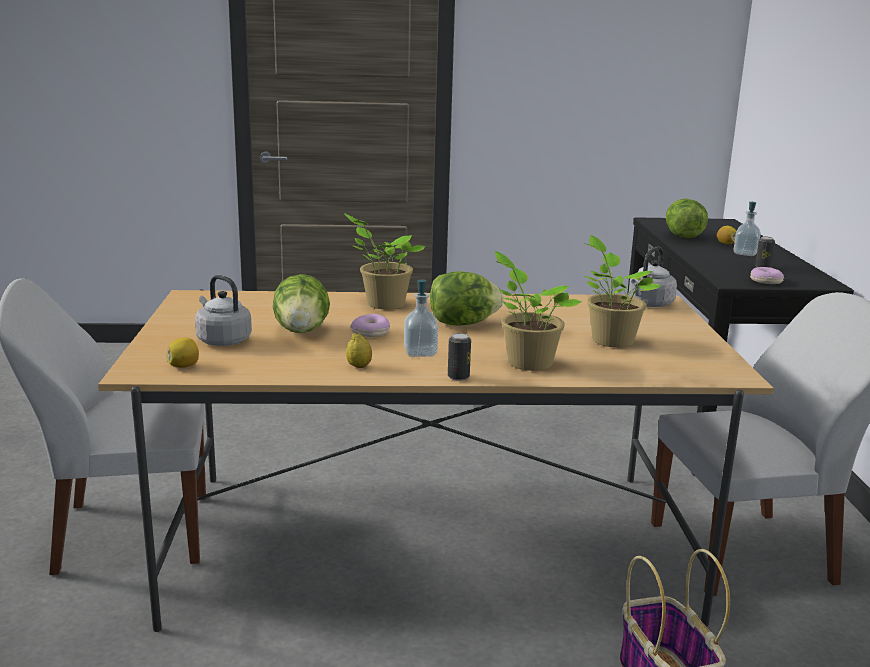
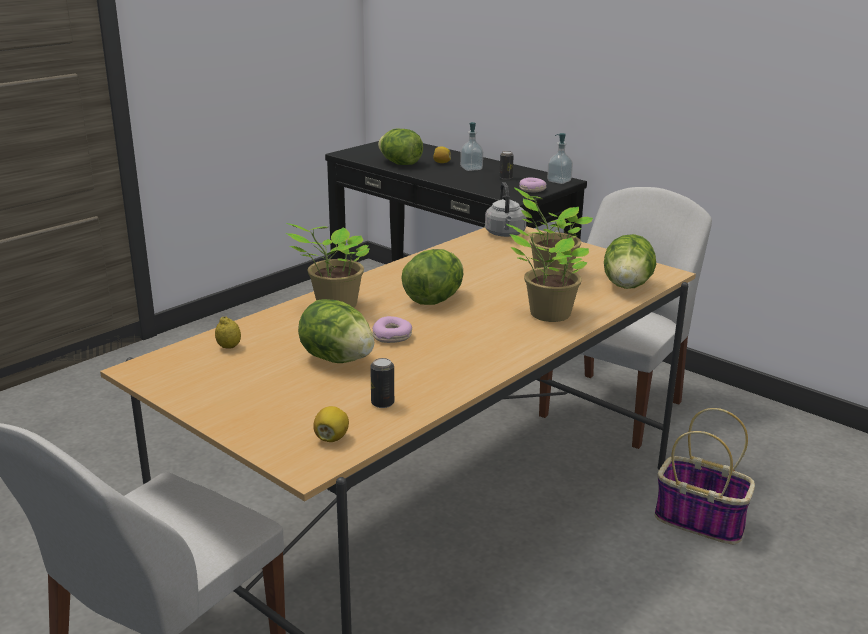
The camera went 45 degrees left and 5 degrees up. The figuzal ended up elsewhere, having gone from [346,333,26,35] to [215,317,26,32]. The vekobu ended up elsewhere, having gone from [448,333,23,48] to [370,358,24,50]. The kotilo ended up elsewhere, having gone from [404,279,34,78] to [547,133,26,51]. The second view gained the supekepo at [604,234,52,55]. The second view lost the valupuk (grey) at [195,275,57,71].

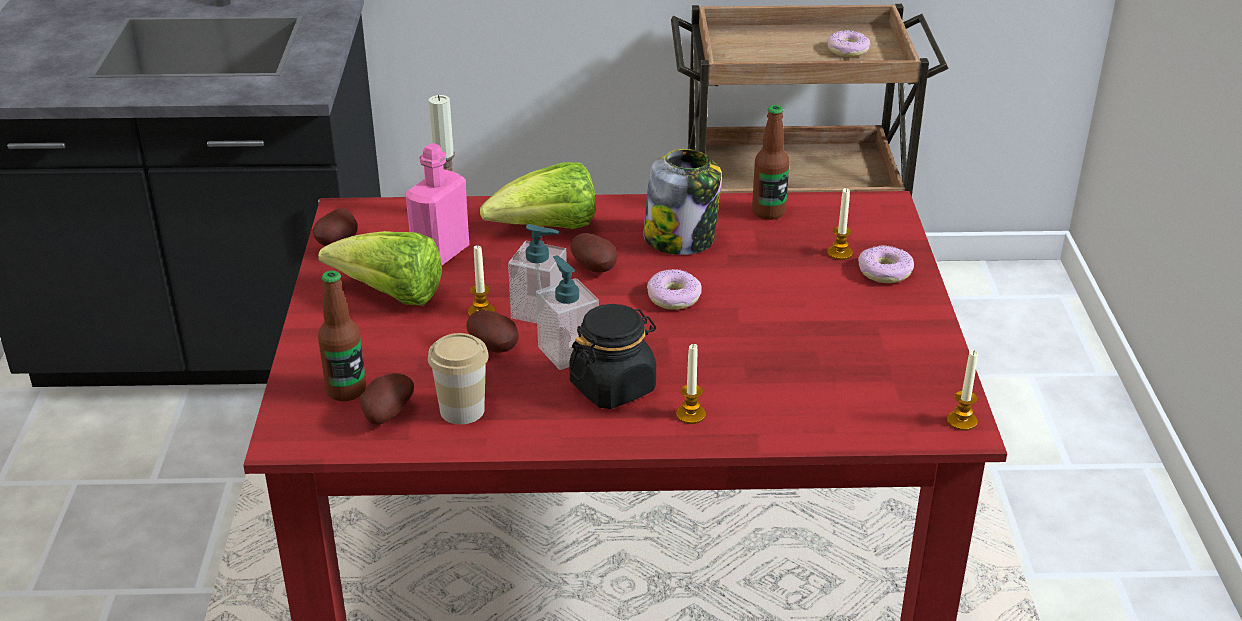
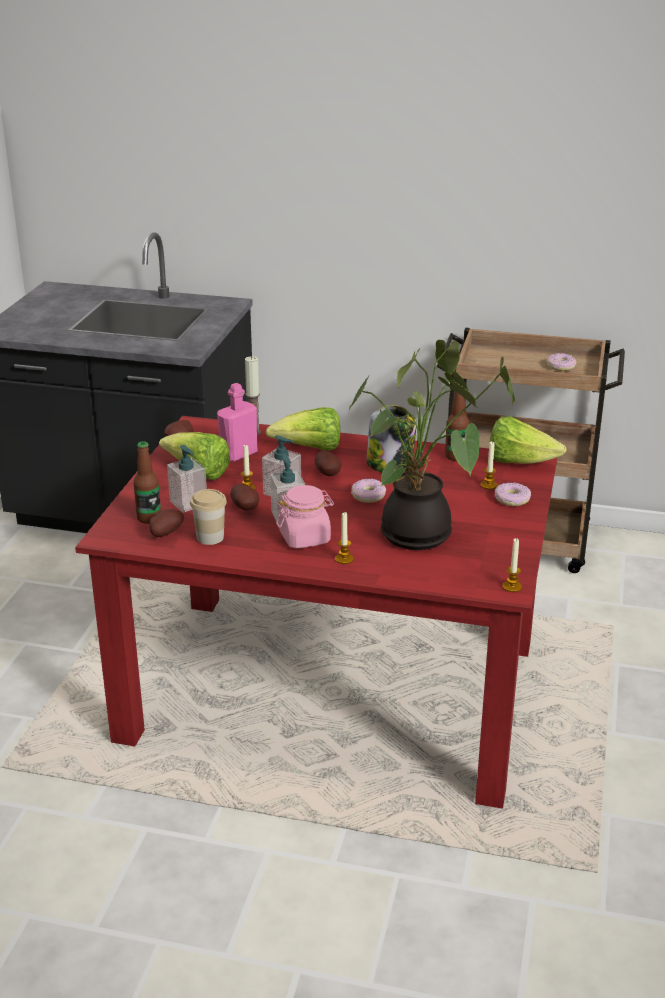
The camera went 15 degrees right and 5 degrees down. The second view gained the kotilo at [167,445,40,68]. What was the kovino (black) at [569,304,87,105] turned into the kovino (pink) at [276,485,58,64]. The second view gained the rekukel at [348,340,167,210]. The second view gained the supekepo at [490,416,77,48].

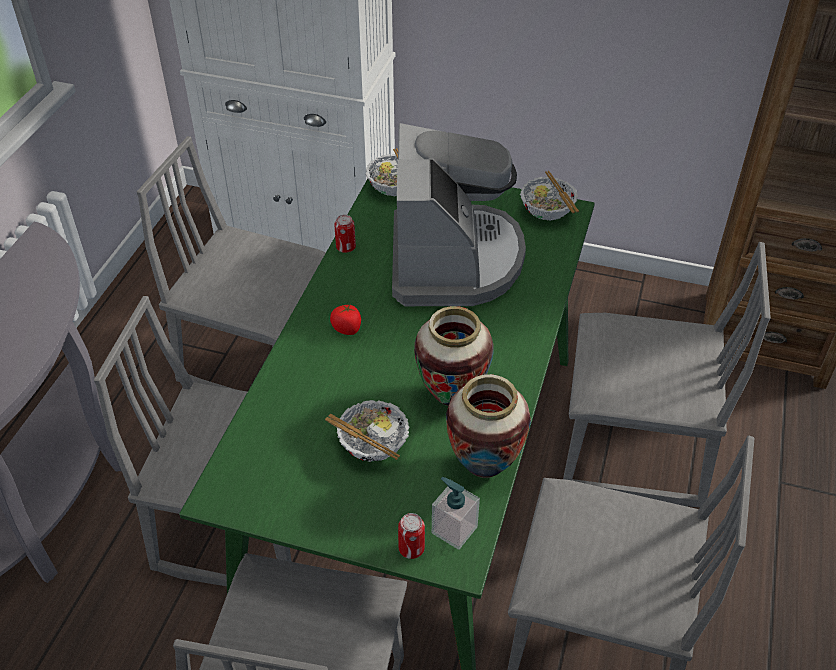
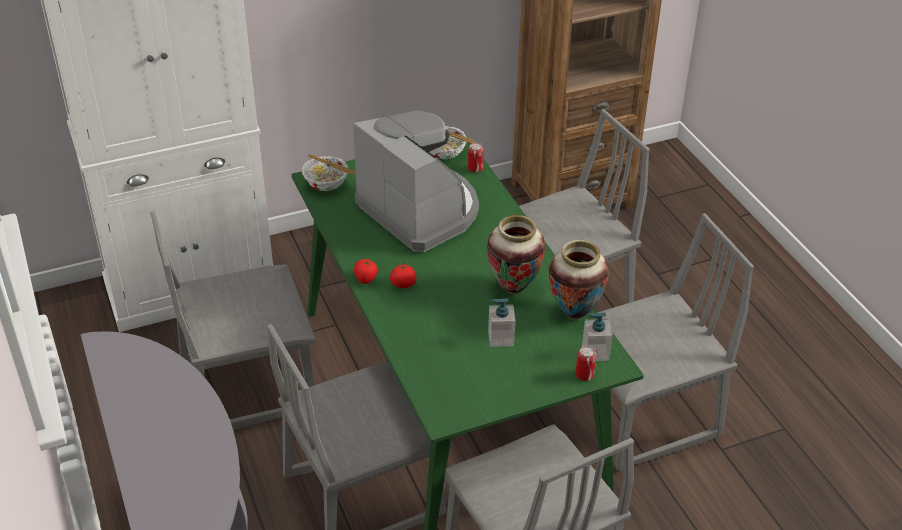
The camera went 40 degrees left and 5 degrees down. The second view gained the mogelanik at [354,259,23,25]. The vekobu ended up elsewhere, having gone from [334,215,22,38] to [468,143,16,29]. Where the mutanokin stood at [325,400,84,62], the kotilo came to stand at [488,298,27,49].

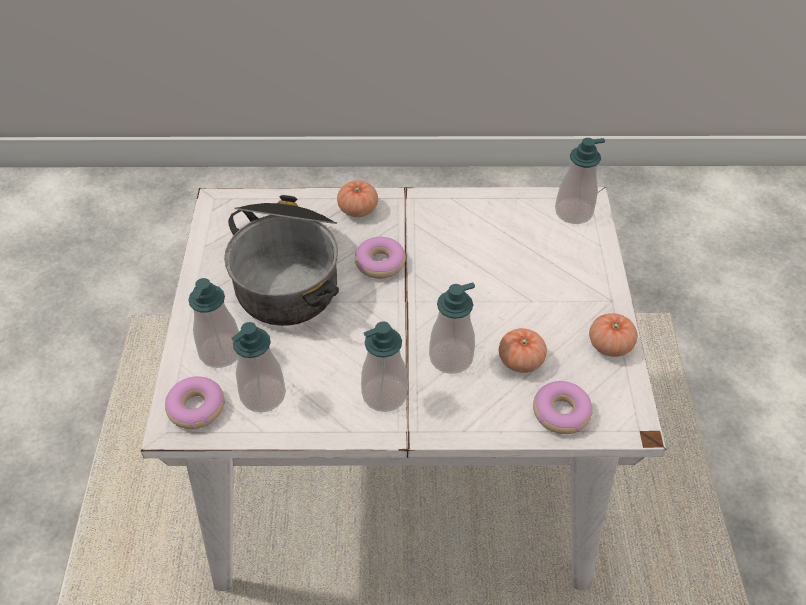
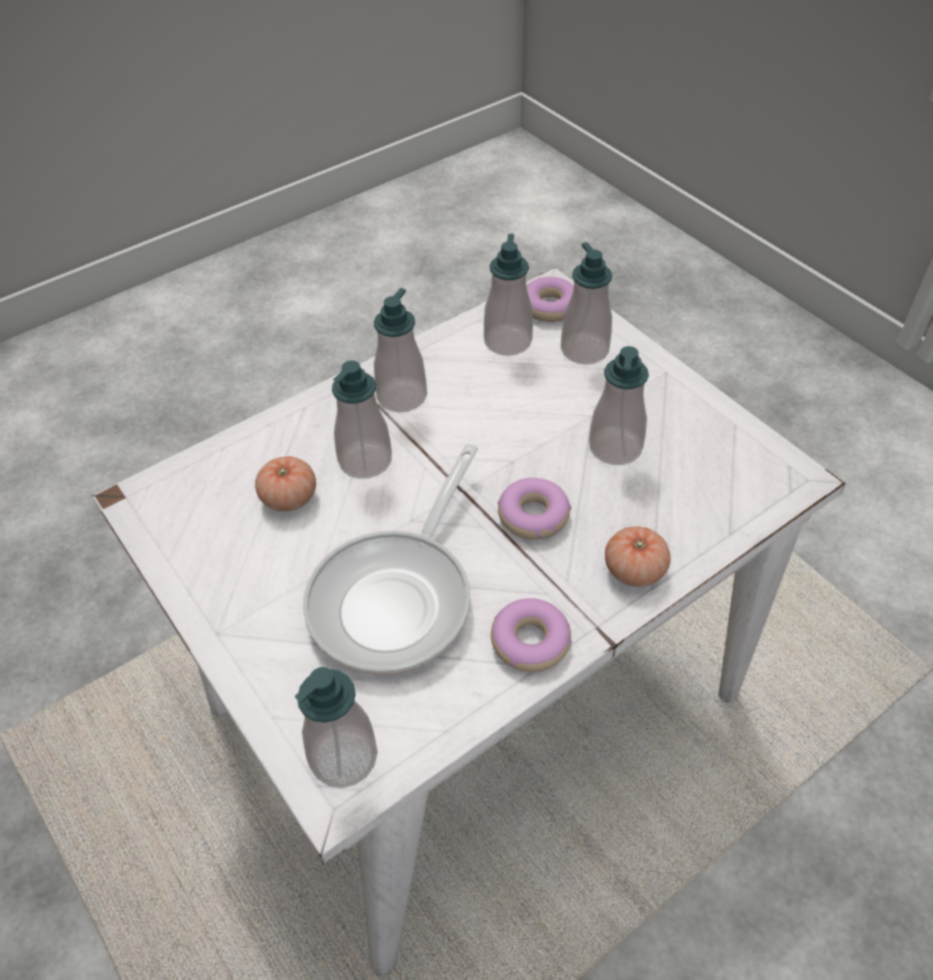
The camera went 145 degrees right and 0 degrees up. The second view gained the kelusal at [303,444,175,231]. The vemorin ended up elsewhere, having gone from [533,381,60,53] to [491,598,81,74]. Where the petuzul stood at [224,195,115,131], the kotilo came to stand at [589,346,60,119]. The second view lost the mogelanik at [589,313,49,44].

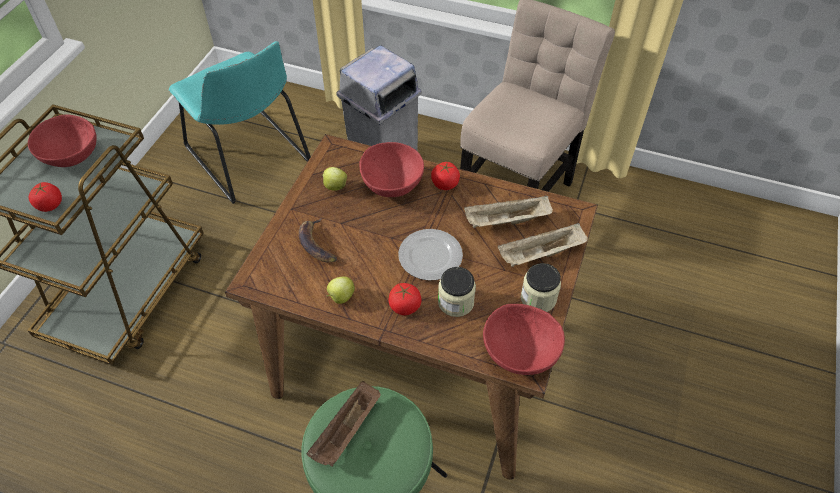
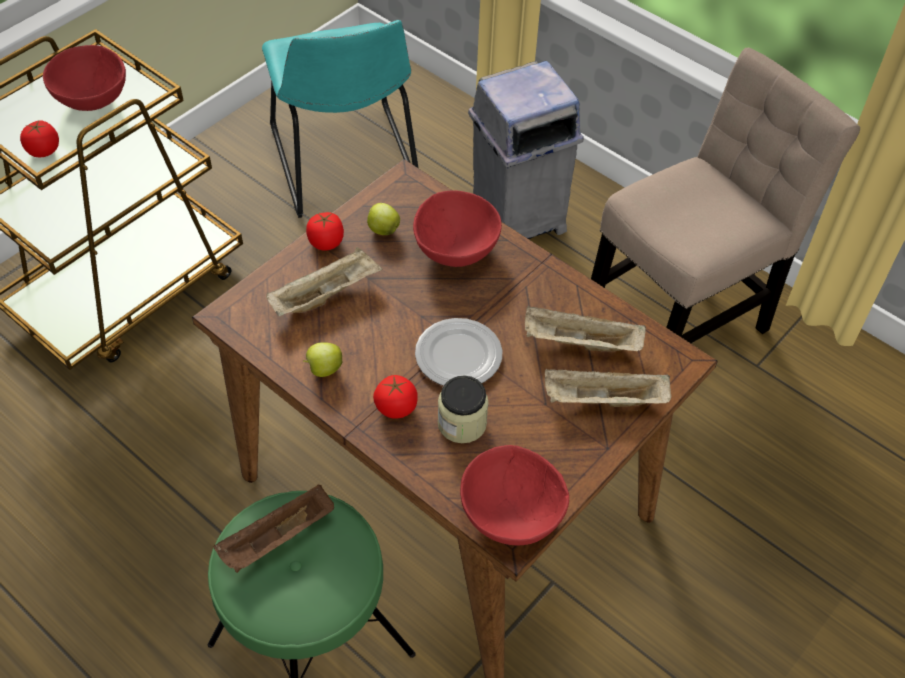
The camera went 20 degrees right and 0 degrees up. Where the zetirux stood at [299,219,38,43], the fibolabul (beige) came to stand at [266,247,116,69]. The mogelanik ended up elsewhere, having gone from [431,162,29,28] to [306,212,38,39]. The second view lost the kovino at [521,263,40,49].

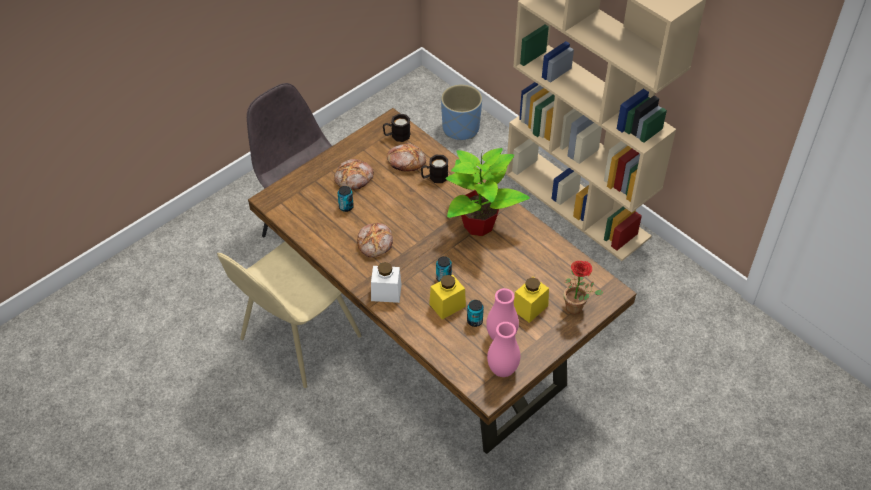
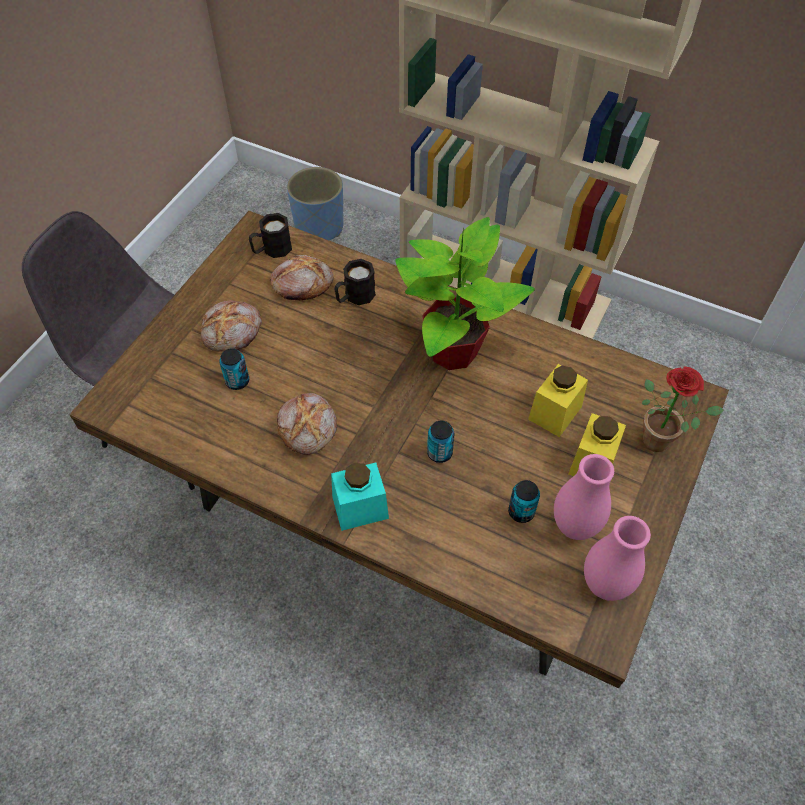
The camera went 20 degrees left and 5 degrees up. What was the kovino (white) at [371,262,31,41] turned into the kovino (turquoise) at [331,463,58,68]. The kovino (yellow) ended up elsewhere, having gone from [429,275,37,45] to [528,364,60,73]. The second view lost the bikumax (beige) at [217,241,144,147].

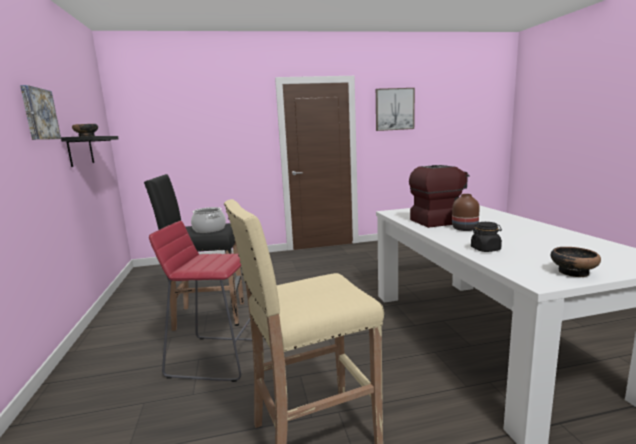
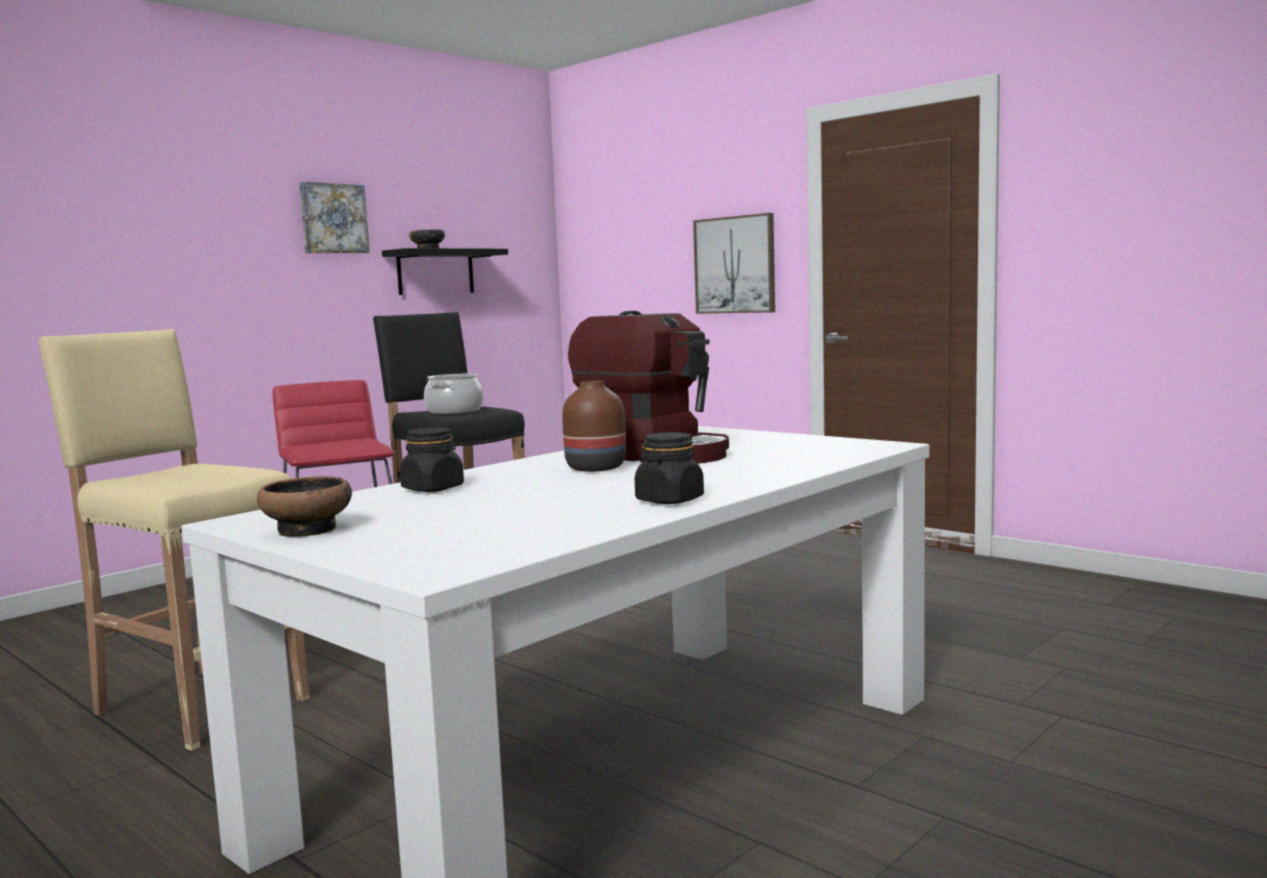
The camera went 55 degrees right and 5 degrees down. The second view gained the kovino (black) at [635,432,69,72]. The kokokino ended up elsewhere, having gone from [376,88,39,43] to [693,213,82,101].

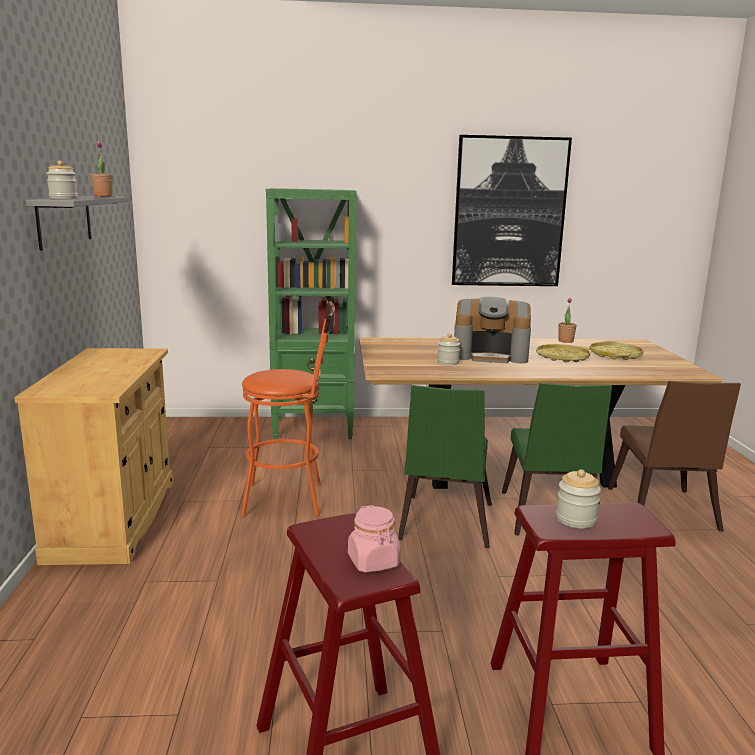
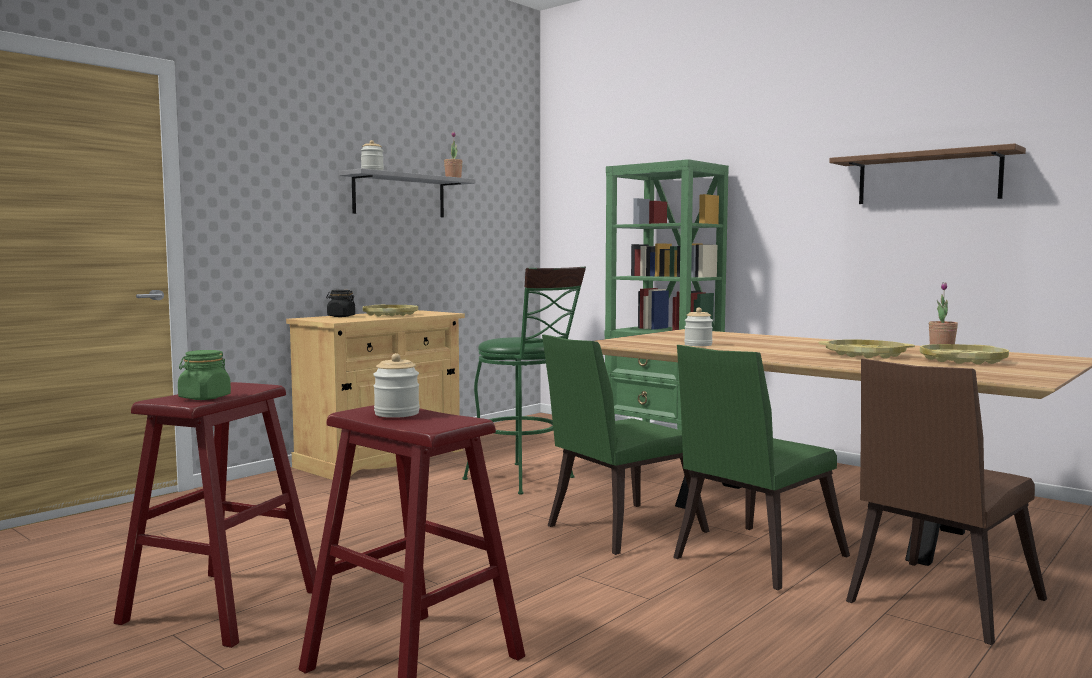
The camera went 45 degrees right and 10 degrees down. What was the kovino (pink) at [348,505,53,68] turned into the kovino (green) at [178,350,53,50]. The second view gained the kovino (black) at [326,290,29,27]. The second view gained the fibolabul (yellow) at [363,305,55,11]. What was the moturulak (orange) at [241,301,94,216] turned into the moturulak (green) at [463,267,123,228]. Where the kokokino hung at [452,135,120,151], the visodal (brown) came to hang at [829,144,197,60]. The second view lost the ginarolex at [454,297,77,67].

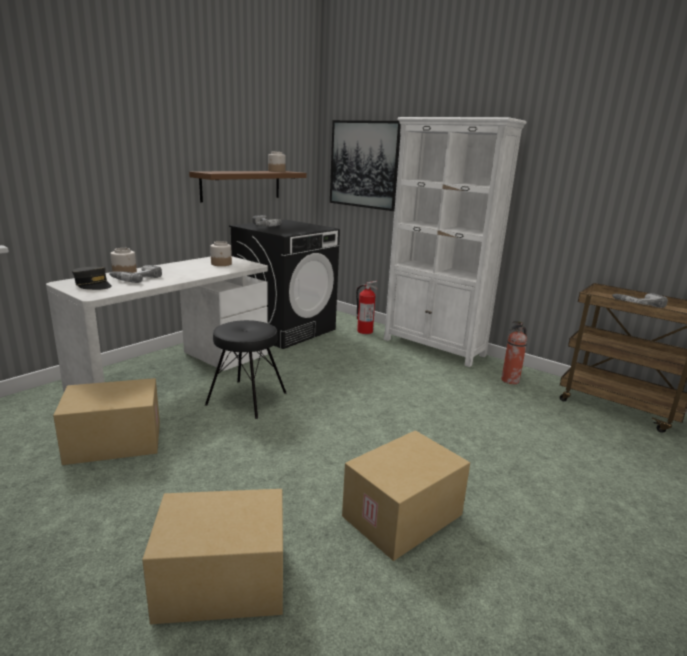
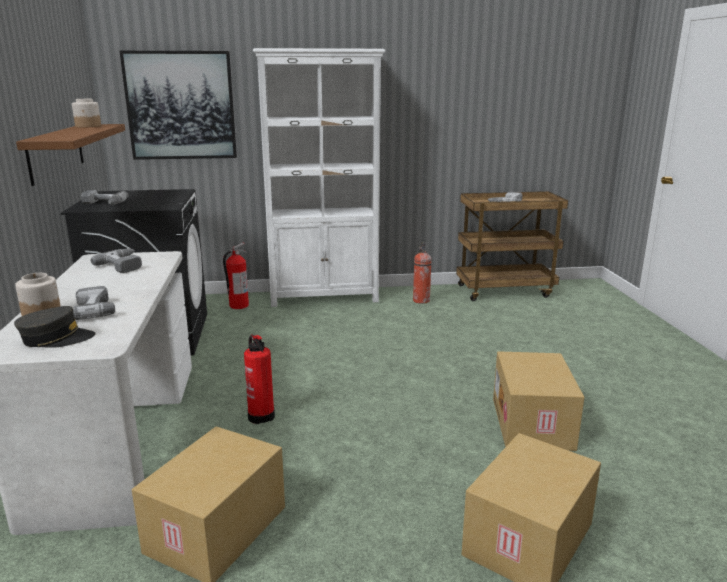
The camera went 45 degrees left and 0 degrees up. Where the kovino stood at [210,241,22,25], the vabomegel came to stand at [91,248,51,25]. Where the moturulak (black) stood at [205,320,82,99], the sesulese came to stand at [244,334,31,90].

